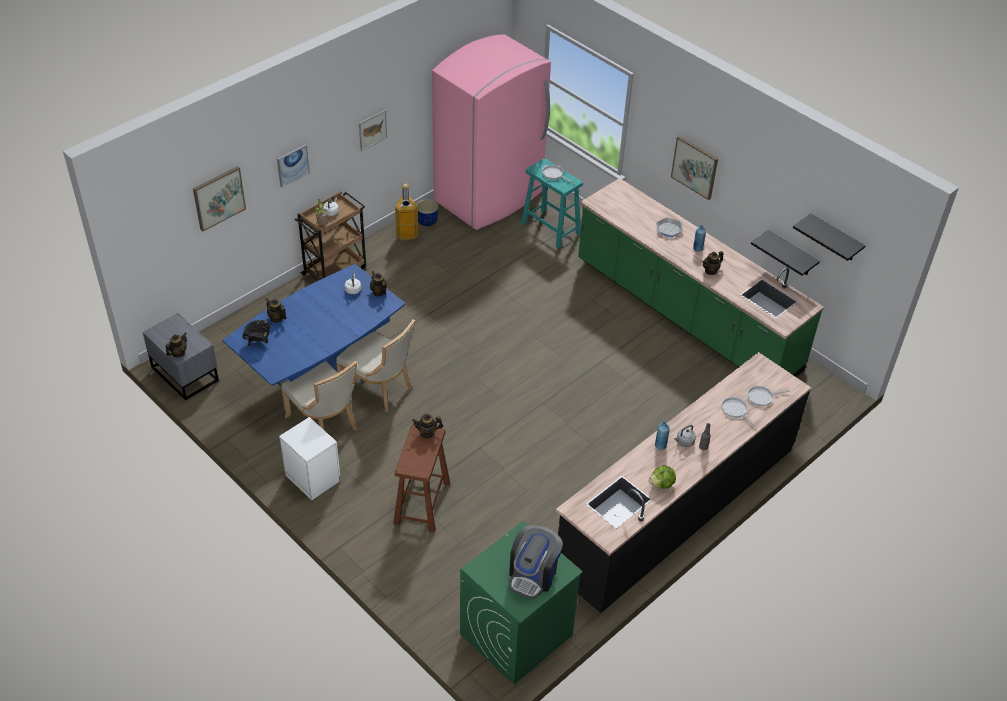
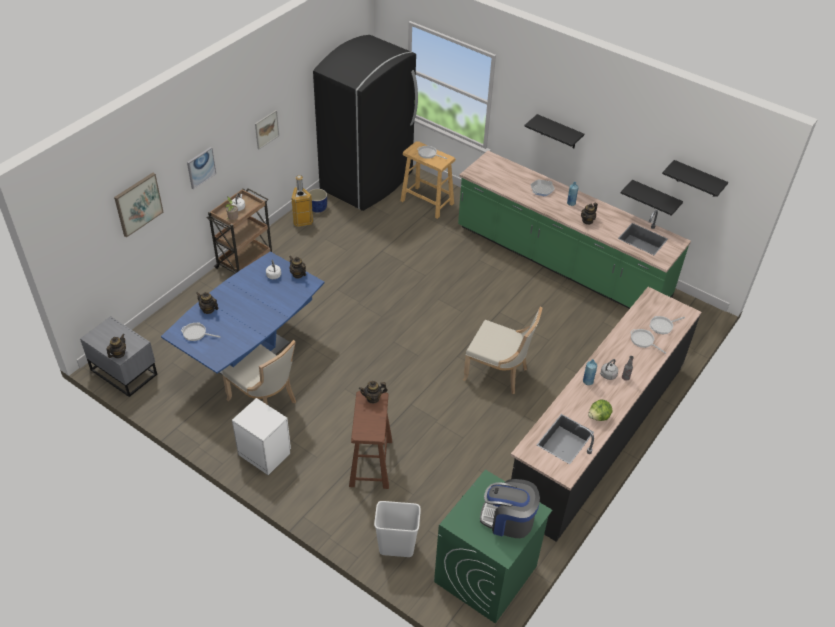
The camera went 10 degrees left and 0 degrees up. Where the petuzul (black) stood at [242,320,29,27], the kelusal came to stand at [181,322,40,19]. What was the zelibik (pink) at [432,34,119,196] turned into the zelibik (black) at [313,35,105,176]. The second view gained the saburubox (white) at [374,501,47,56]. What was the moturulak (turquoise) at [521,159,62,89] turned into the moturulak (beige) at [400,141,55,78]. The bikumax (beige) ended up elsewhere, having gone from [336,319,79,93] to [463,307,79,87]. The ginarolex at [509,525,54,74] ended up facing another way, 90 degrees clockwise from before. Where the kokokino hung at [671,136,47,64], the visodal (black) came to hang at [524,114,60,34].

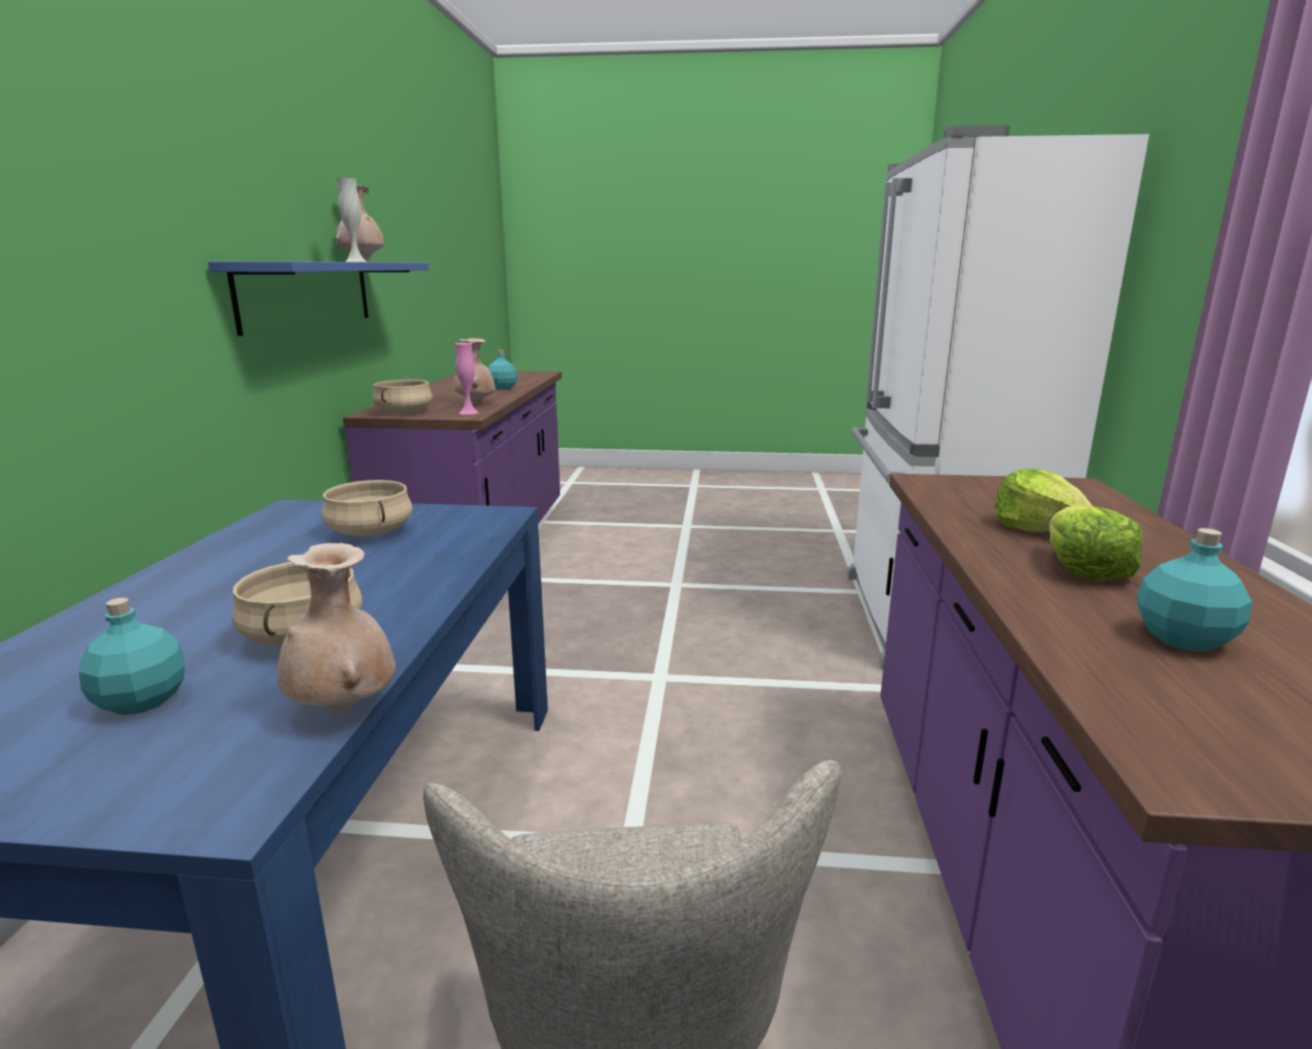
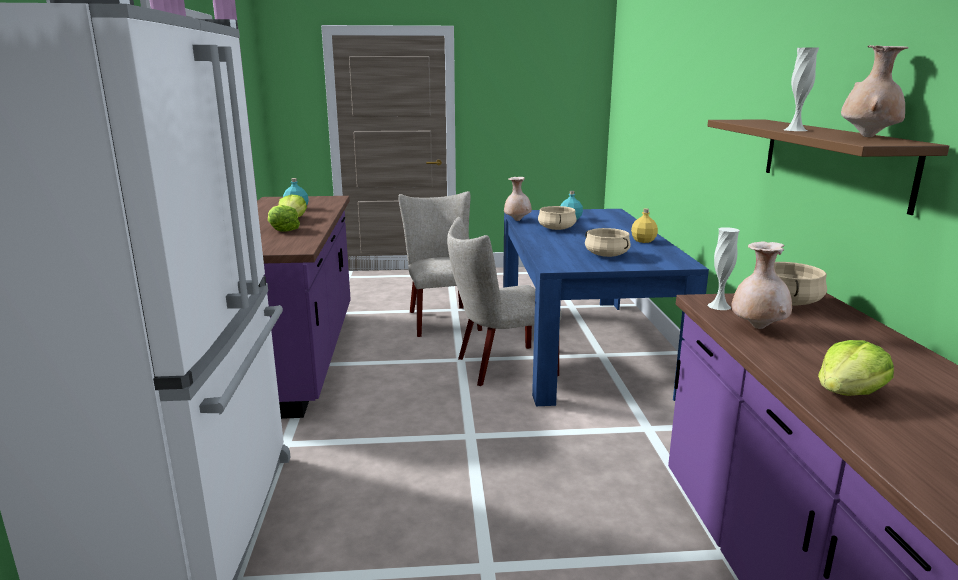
The camera went 170 degrees right and 0 degrees up. The second view gained the bikumax (beige) at [447,217,115,169]. The second view gained the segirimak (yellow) at [631,208,27,35]. What was the visodal (blue) at [208,261,221,75] turned into the visodal (brown) at [707,119,243,96]. What was the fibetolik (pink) at [455,343,23,71] turned into the fibetolik (white) at [708,227,32,83]. Where the segirimak (turquoise) stood at [488,350,30,40], the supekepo came to stand at [818,340,76,56].

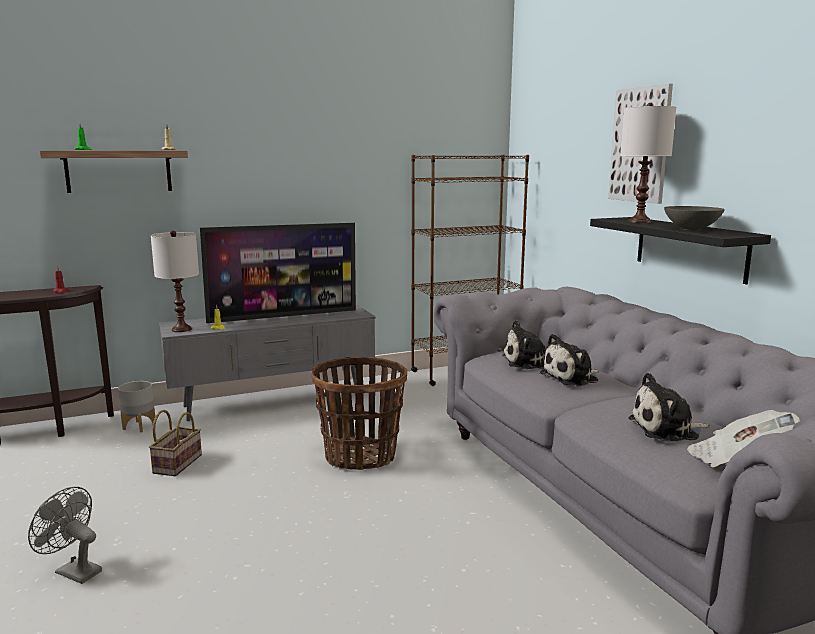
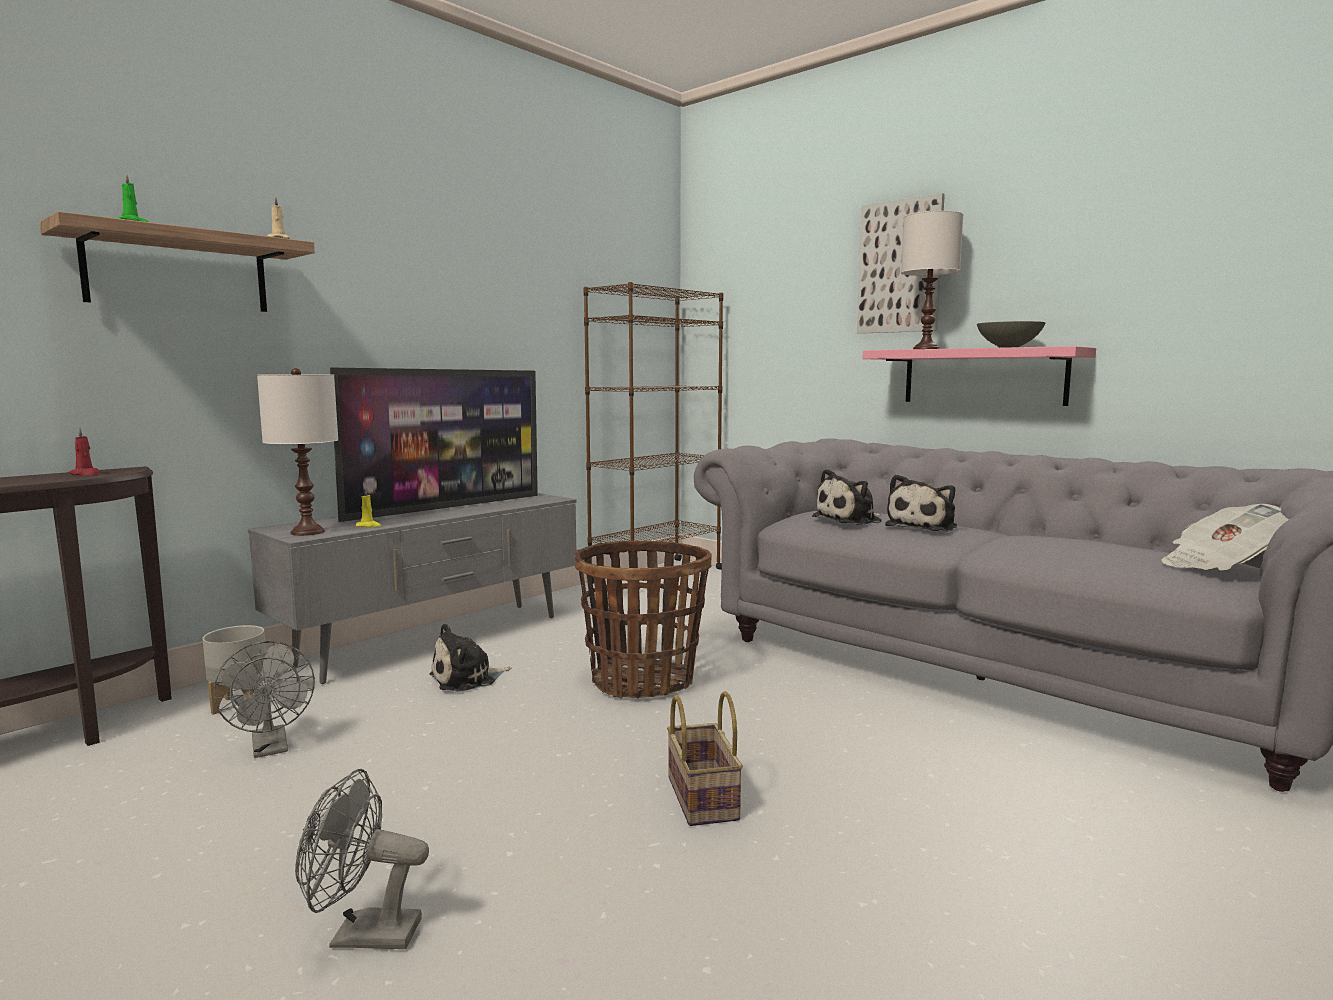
The camera went 25 degrees left and 5 degrees down. The second view gained the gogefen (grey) at [213,641,102,117]. The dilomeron ended up elsewhere, having gone from [628,373,82,69] to [430,623,81,69]. The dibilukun ended up elsewhere, having gone from [149,410,53,66] to [667,691,76,135]. What was the visodal (black) at [590,217,181,67] turned into the visodal (pink) at [862,346,234,60].

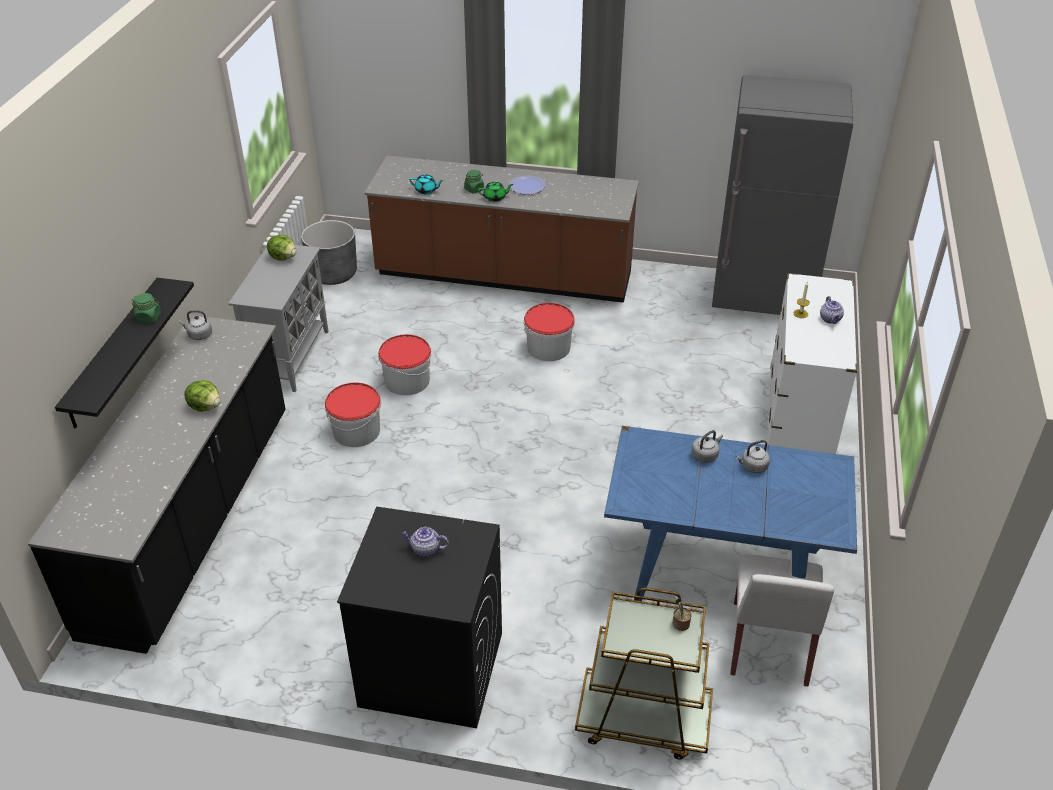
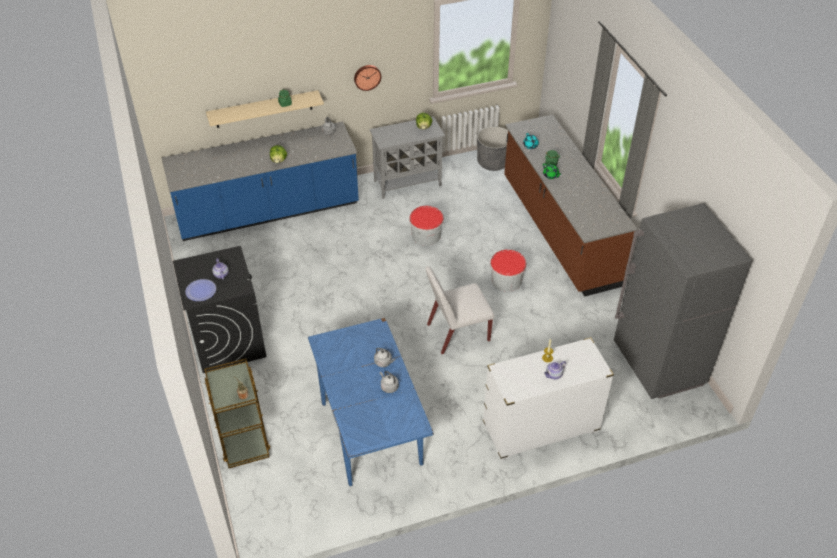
The camera went 60 degrees right and 5 degrees up. What was the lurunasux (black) at [28,315,258,339] turned into the lurunasux (blue) at [162,122,197,119]. The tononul ended up elsewhere, having gone from [509,176,36,19] to [185,279,31,22]. What was the visodal (black) at [55,278,139,151] turned into the visodal (beige) at [206,90,118,38]. The second view gained the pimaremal at [354,65,27,26]. The bikumax (white) ended up elsewhere, having gone from [730,554,104,132] to [426,266,68,88]. The second view lost the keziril at [325,383,56,64].

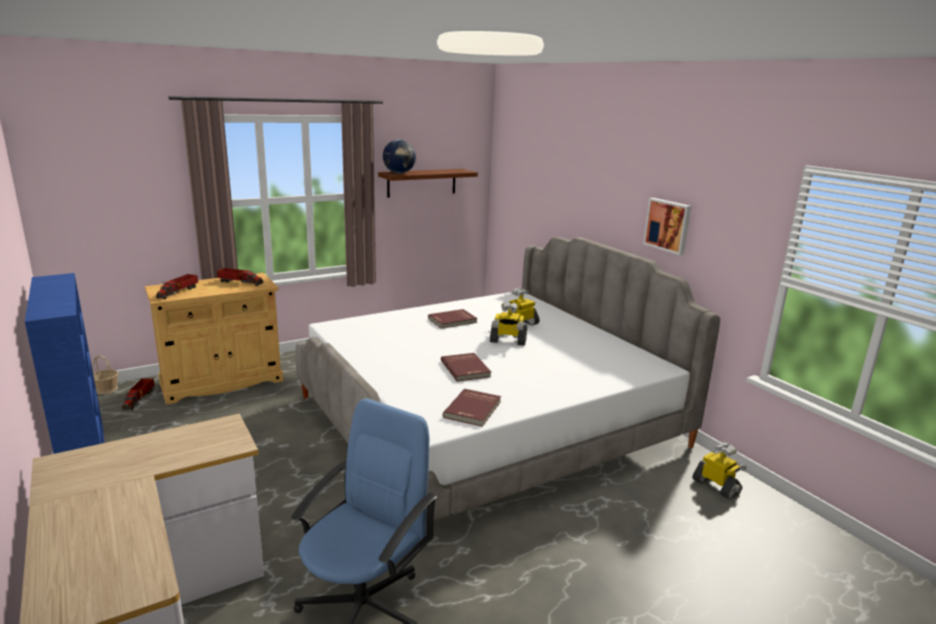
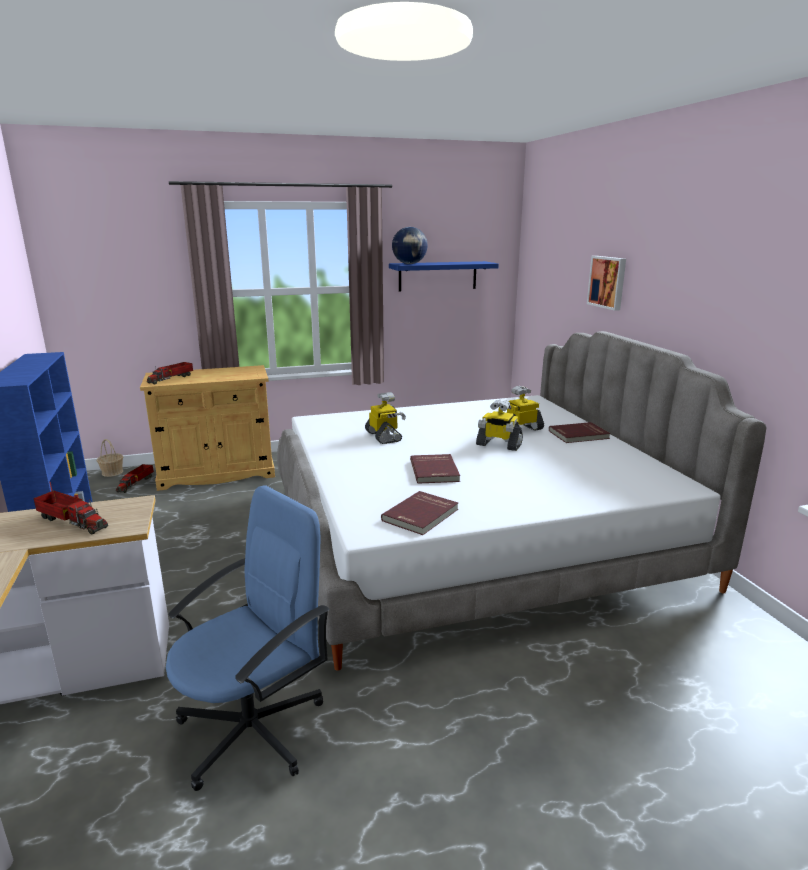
The camera went 15 degrees right and 0 degrees up. The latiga ended up elsewhere, having gone from [217,268,46,18] to [34,490,74,44]. The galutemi ended up elsewhere, having gone from [692,443,54,56] to [365,392,41,52]. What was the visodal (brown) at [378,169,100,29] turned into the visodal (blue) at [389,261,110,30]. The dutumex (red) ended up elsewhere, having gone from [428,309,49,20] to [549,422,62,21]. The kokokino ended up elsewhere, having gone from [643,198,48,57] to [587,256,39,55].

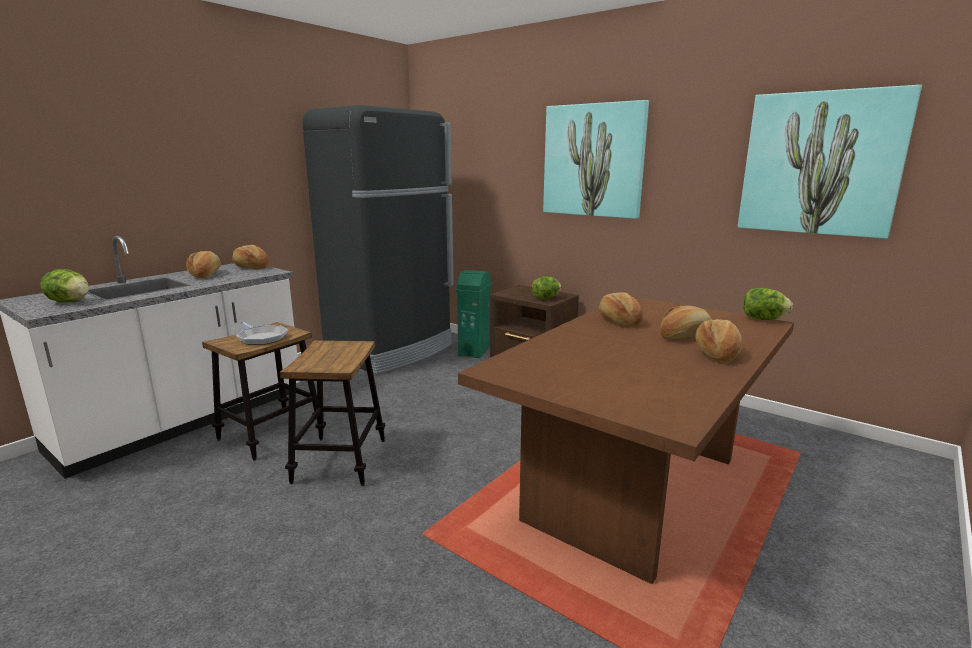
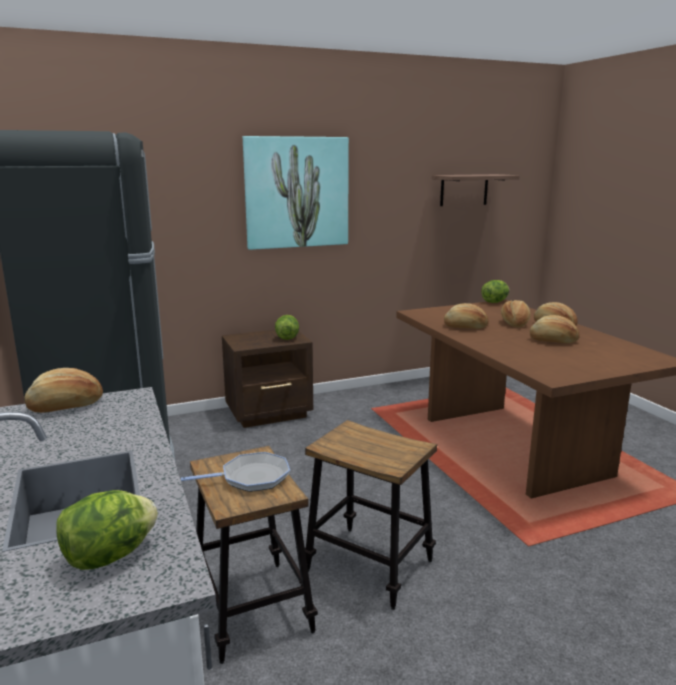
The camera went 60 degrees left and 0 degrees up. Where the kokokino hung at [738,85,184,154], the visodal came to hang at [432,174,88,32]. The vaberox ended up elsewhere, having gone from [186,251,35,27] to [530,315,50,28]. The second view lost the saburubox (green) at [455,270,37,88].

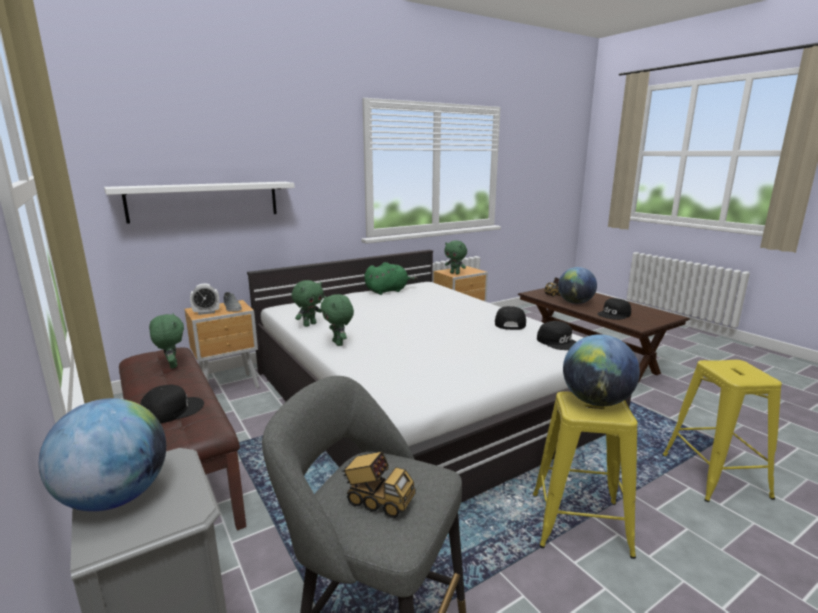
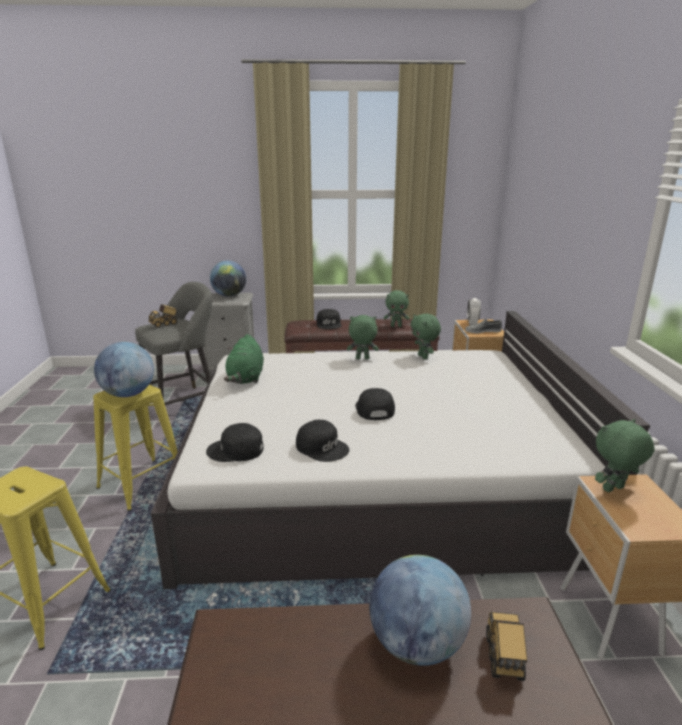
The camera went 120 degrees right and 5 degrees up. The dilomeron (green) ended up elsewhere, having gone from [364,262,54,33] to [224,334,40,50]. The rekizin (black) ended up elsewhere, having gone from [598,298,33,22] to [355,388,40,32]. The second view lost the visodal (white) at [104,182,191,42].

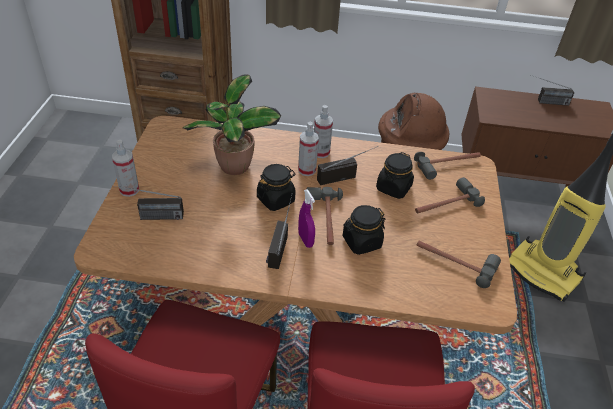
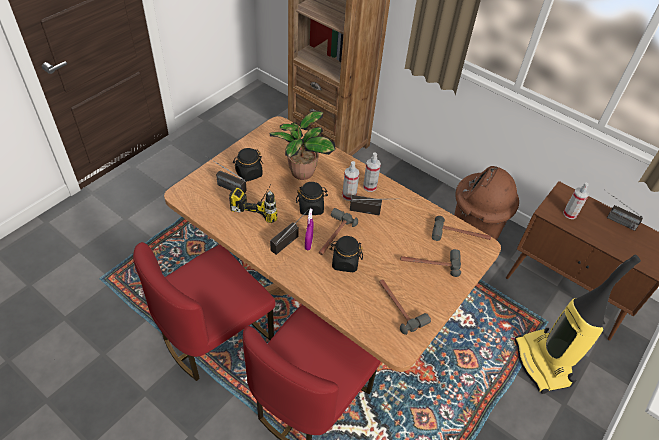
The camera went 30 degrees right and 5 degrees up. The second view gained the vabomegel at [229,183,49,40]. The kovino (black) ended up elsewhere, having gone from [376,152,38,47] to [233,148,30,34]. The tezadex ended up elsewhere, having gone from [112,140,27,57] to [563,183,26,36].

